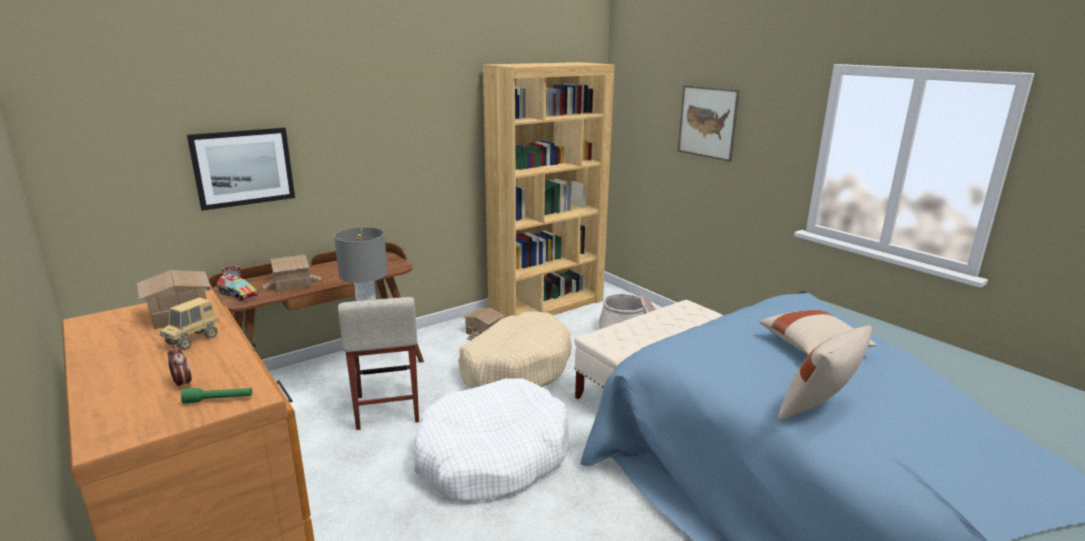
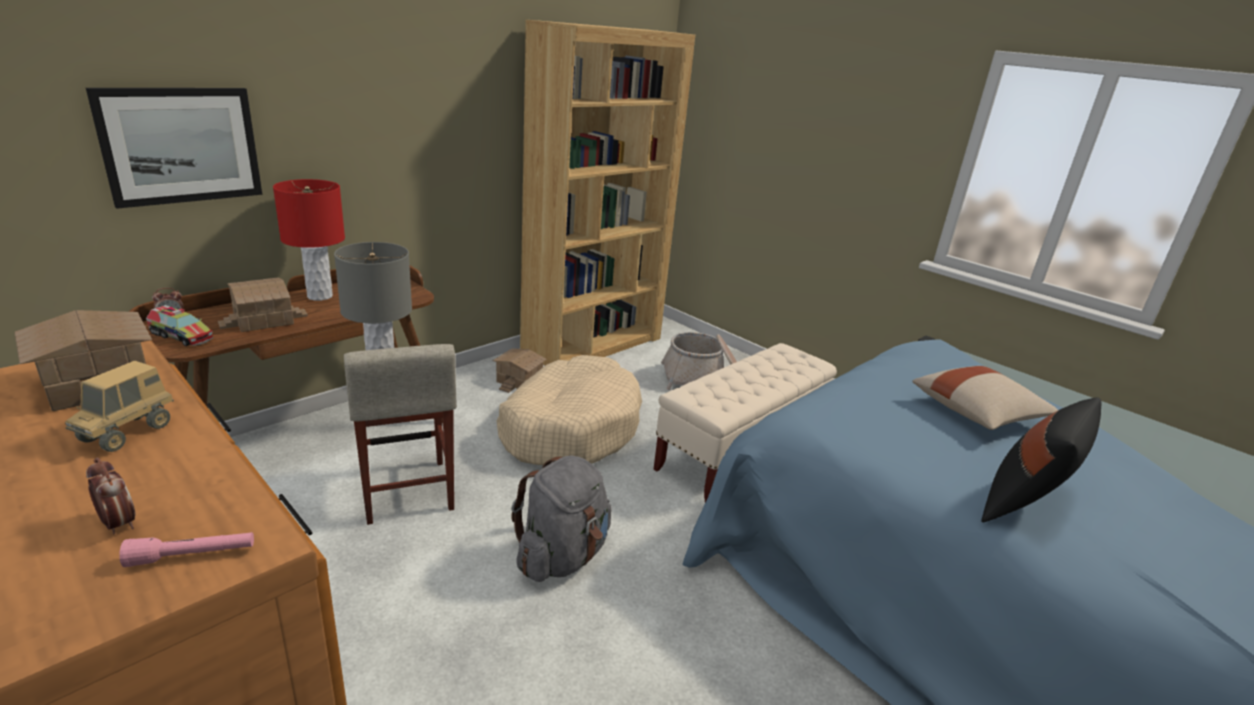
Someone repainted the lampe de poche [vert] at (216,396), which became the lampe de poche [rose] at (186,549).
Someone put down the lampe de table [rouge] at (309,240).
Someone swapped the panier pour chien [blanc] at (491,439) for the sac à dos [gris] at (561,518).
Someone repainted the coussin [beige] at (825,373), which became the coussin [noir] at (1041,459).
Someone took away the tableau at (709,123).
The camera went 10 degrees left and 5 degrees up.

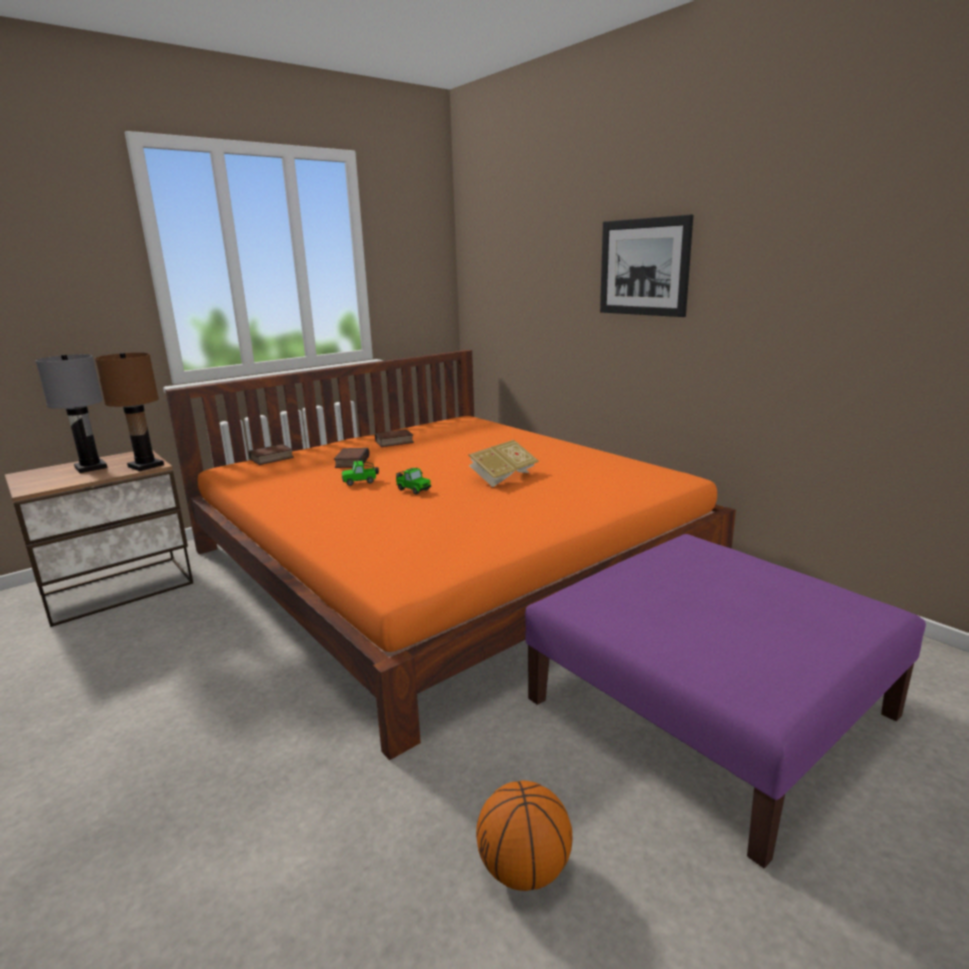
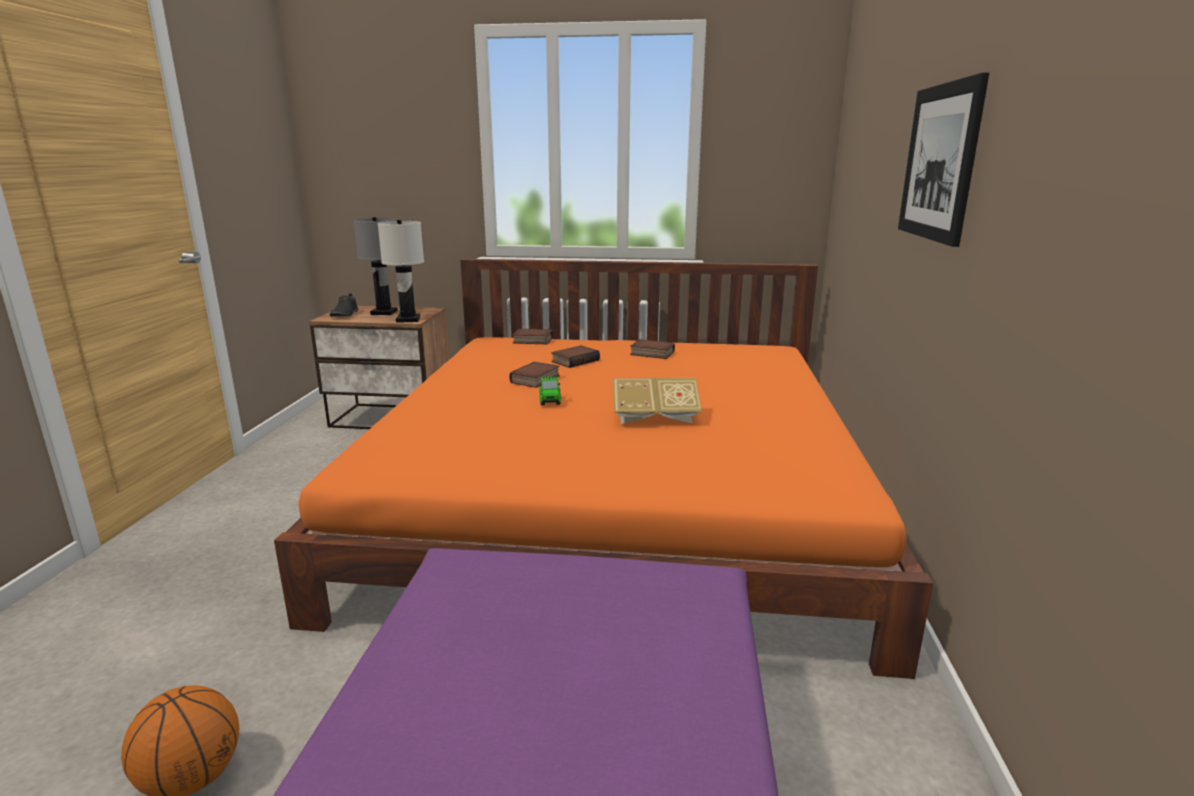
Someone put down the chaussure [noir] at (344,305).
Someone repainted the lampe de table [marron] at (129,412), which became the lampe de table [blanc] at (400,271).
Someone swapped the petite voiture at (360,473) for the livre at (534,375).
The camera went 45 degrees right and 0 degrees up.

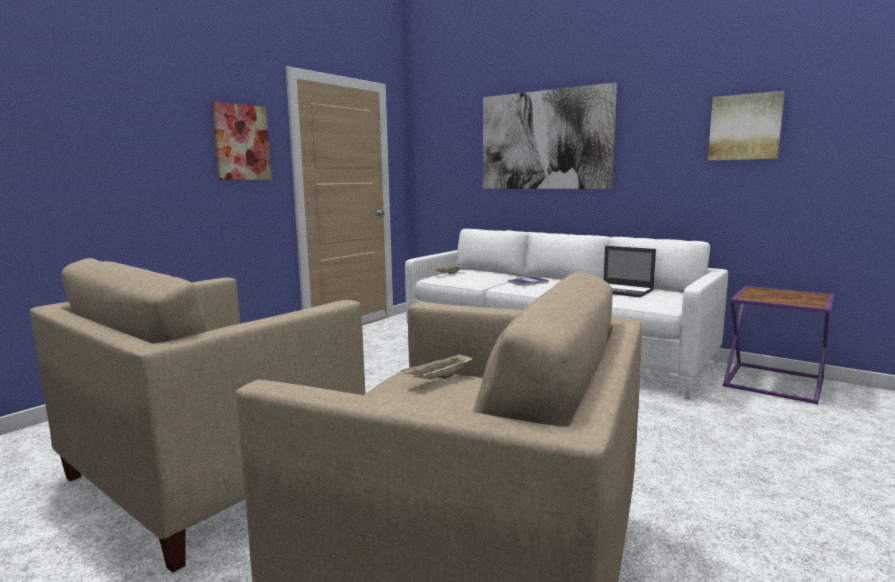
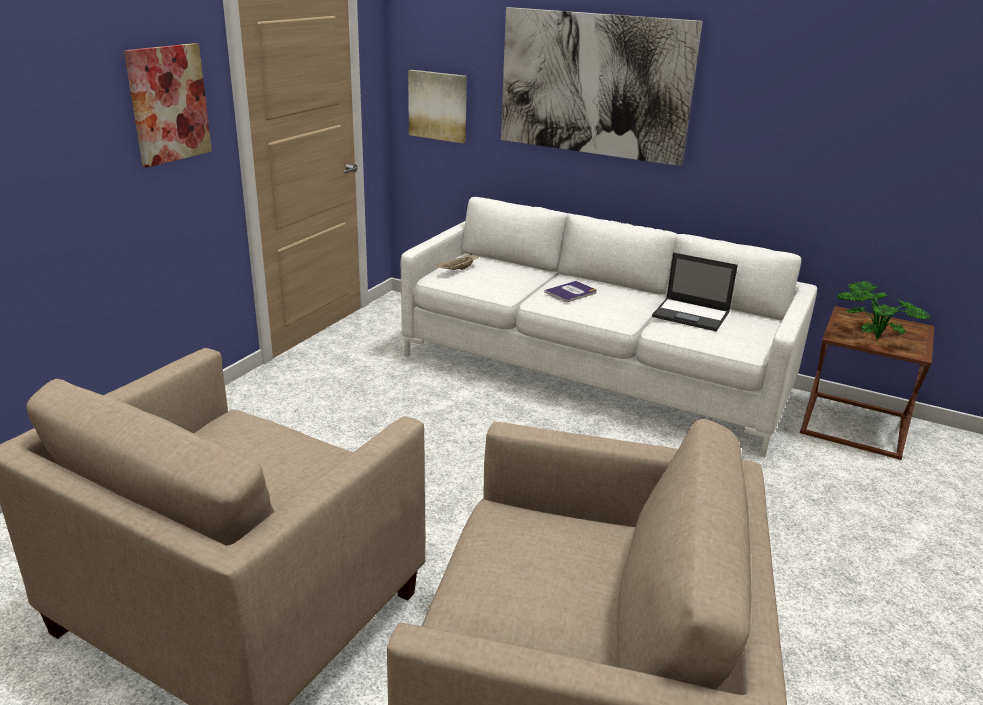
Someone carried the tableau from (746,125) to (437,106).
Someone repainted the table d'appoint [violet] at (779,345), which became the table d'appoint [marron] at (867,383).
Someone put down the plante en pot at (884,310).
Someone took away the plateau [beige] at (437,365).
The camera went 10 degrees left and 15 degrees up.

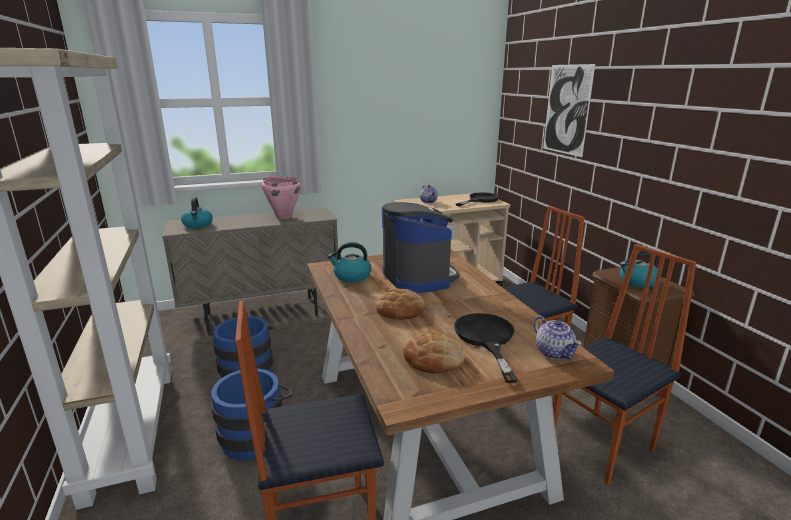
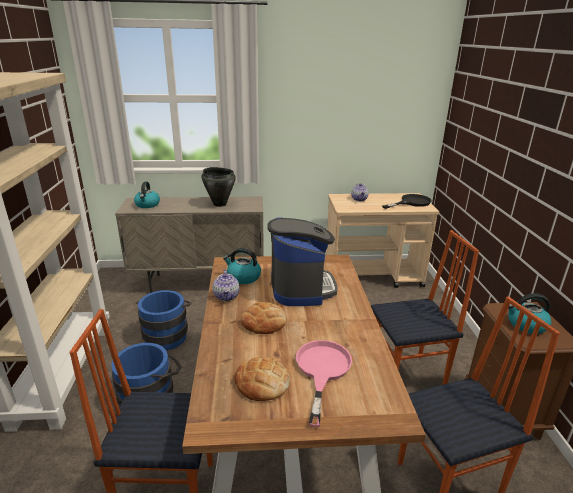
Someone repainted the marmite [rose] at (281,197), which became the marmite [noir] at (219,187).
Someone carried the théière from (557,337) to (226,285).
Someone repainted the poêle [noir] at (486,348), which became the poêle [rose] at (324,383).
Someone took away the tableau at (569,110).
The camera went 15 degrees right and 5 degrees up.

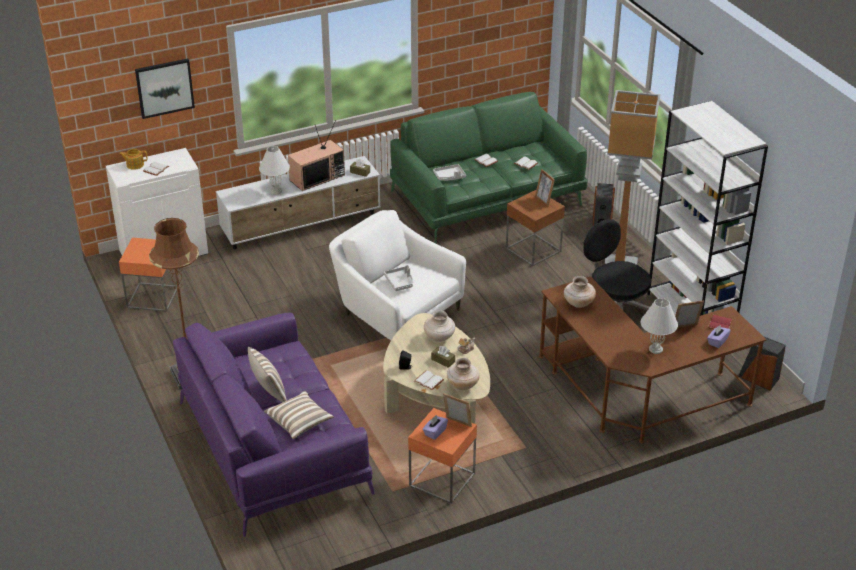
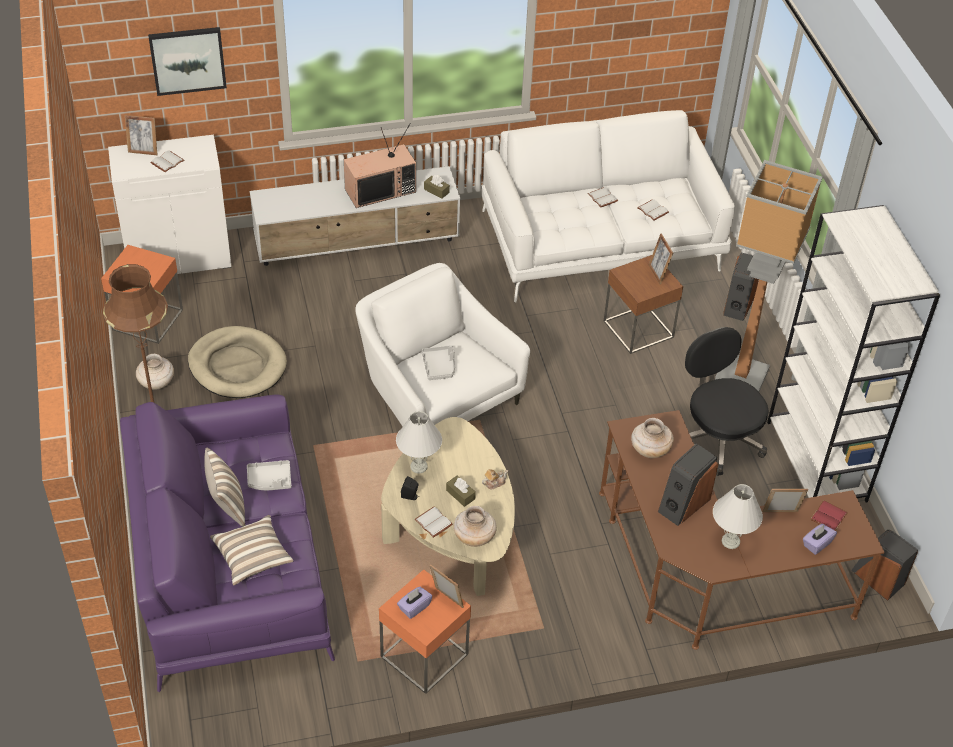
Someone swapped the théière at (133,159) for the cadre photo at (141,135).
Someone carried the vase [beige] from (439,326) to (155,372).
Someone put down the panier pour chien [beige] at (237,362).
Someone carried the plateau [gris] from (449,172) to (269,475).
Someone carried the lampe de table [blanc] from (274,170) to (419,442).
Someone repainted the canapé [vert] at (488,168), which became the canapé [blanc] at (608,206).
Someone put down the enceinte at (688,484).
The camera went 10 degrees right and 10 degrees up.

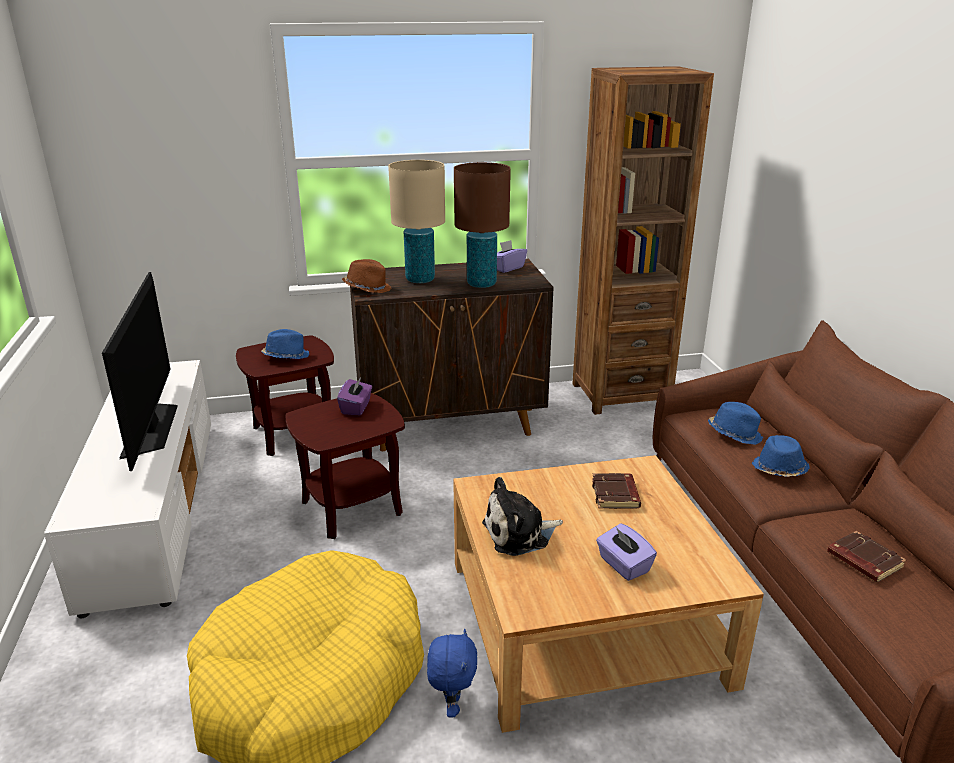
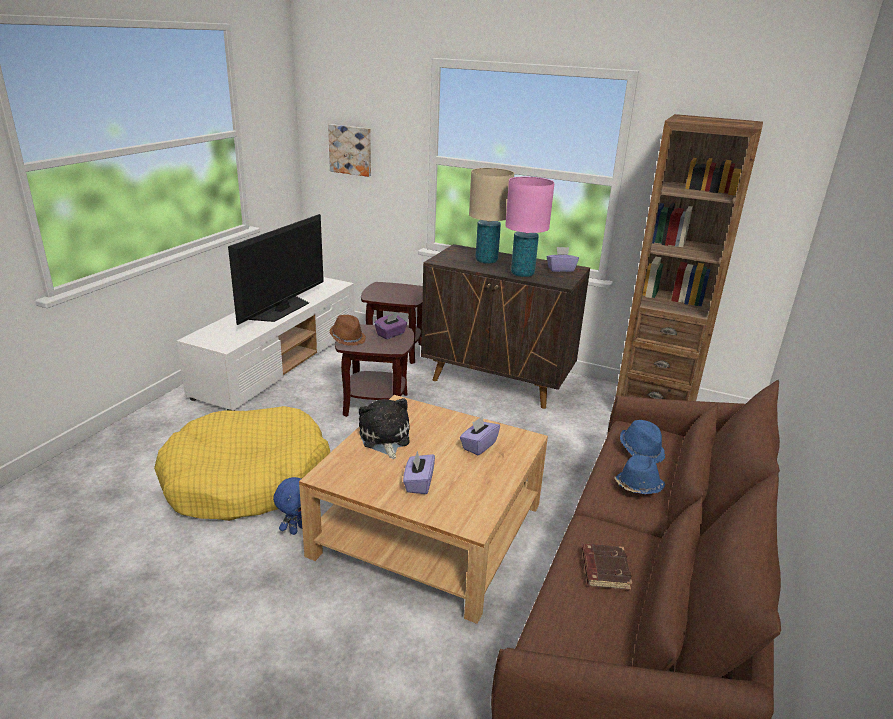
Someone put up the tableau at (349,150).
Someone carried the chapeau [marron] from (367,276) to (348,330).
Someone rotated the peluche at (522,516) by 60 degrees clockwise.
Someone swapped the livre [marron] at (616,491) for the boîte à mouchoirs [violet] at (480,435).
Someone repainted the lampe de table [marron] at (482,225), which became the lampe de table [rose] at (530,227).
Someone took away the chapeau [bleu] at (285,344).
The camera went 35 degrees right and 0 degrees up.

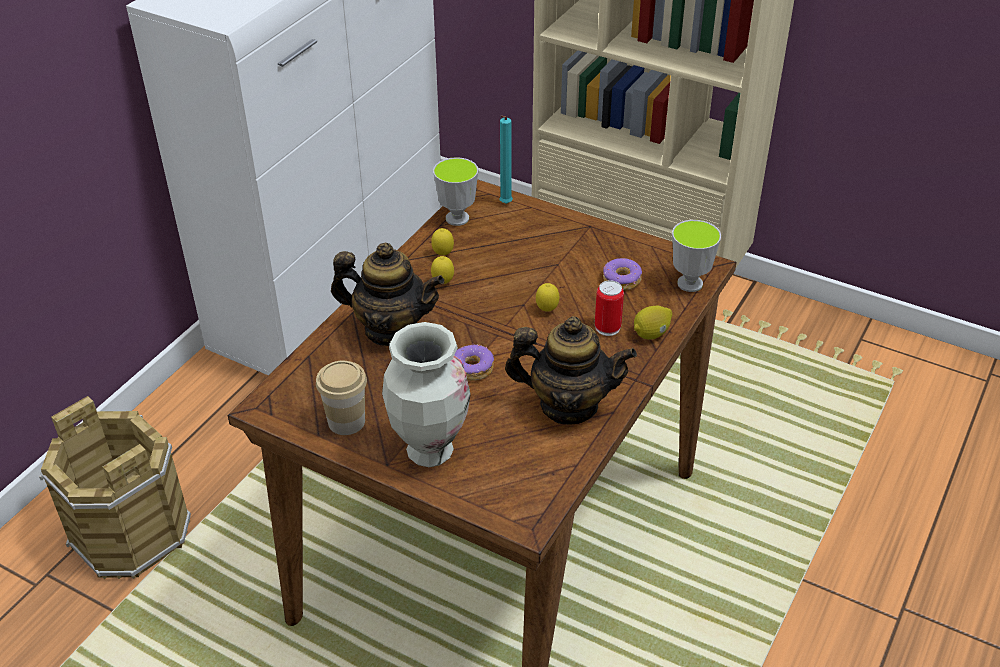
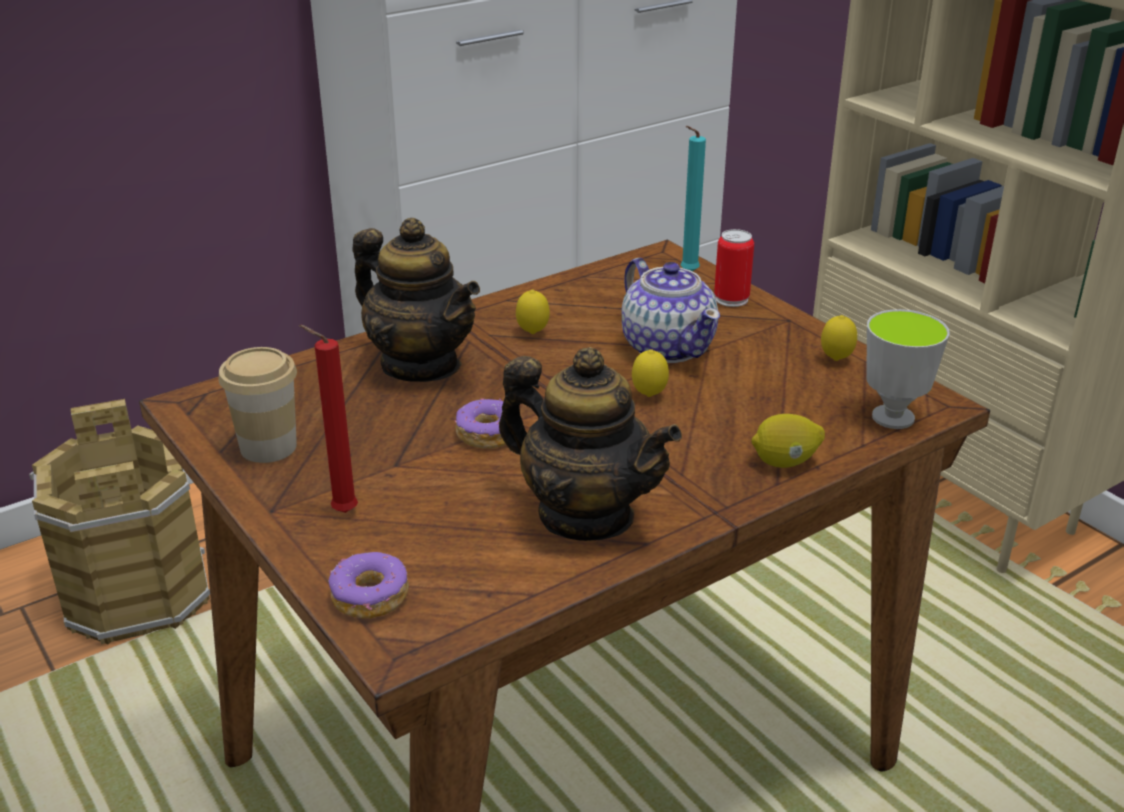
Someone swapped the vase at (426,394) for the bougie [rouge] at (328,419).
Someone carried the beignet from (622,274) to (368,585).
Someone put down the théière at (670,310).
Someone carried the boîte métallique from (609,308) to (734,268).
Someone carried the citron from (442,242) to (839,338).
Someone took away the tasse at (455,191).
The camera went 25 degrees right and 10 degrees down.

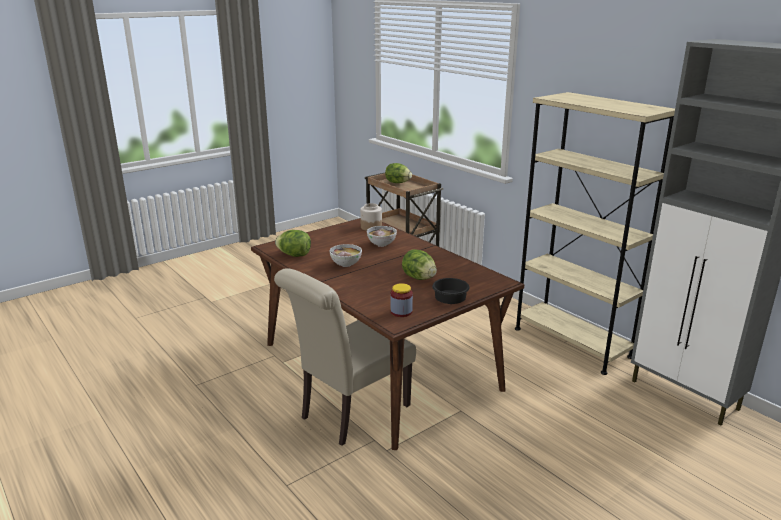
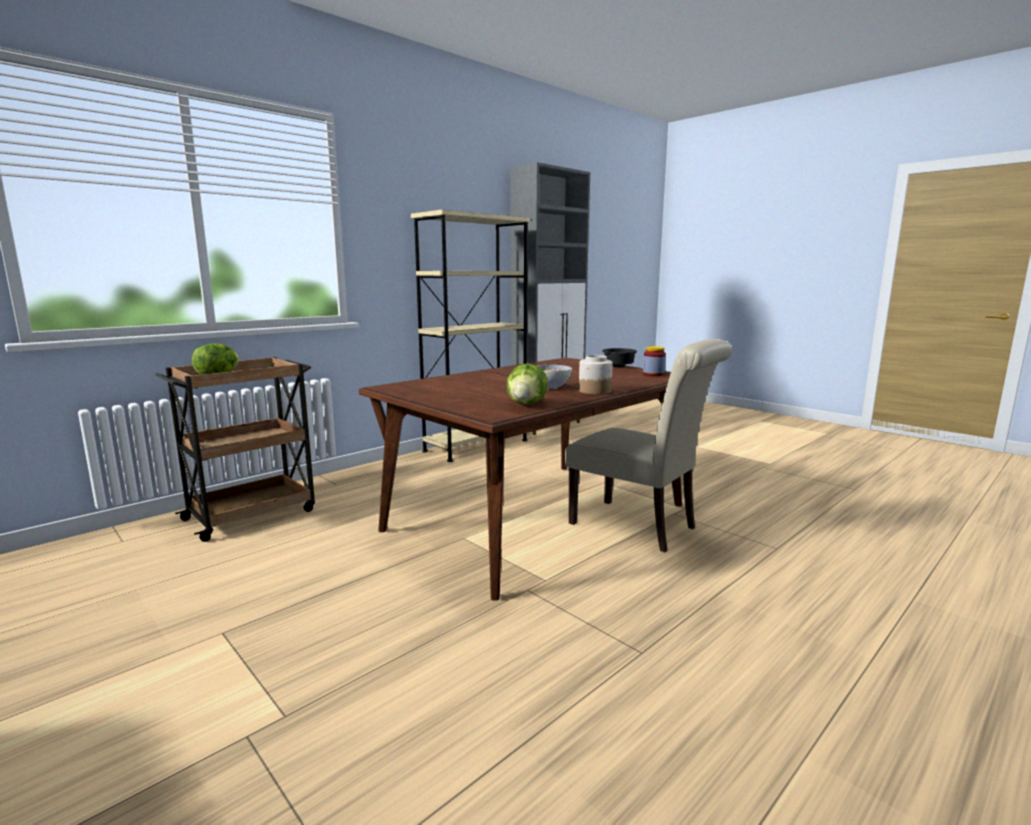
Someone carried the bocal from (371,217) to (596,375).
Someone took away the bol at (382,236).
Someone took away the laitue at (419,264).
The camera went 95 degrees left and 10 degrees down.

